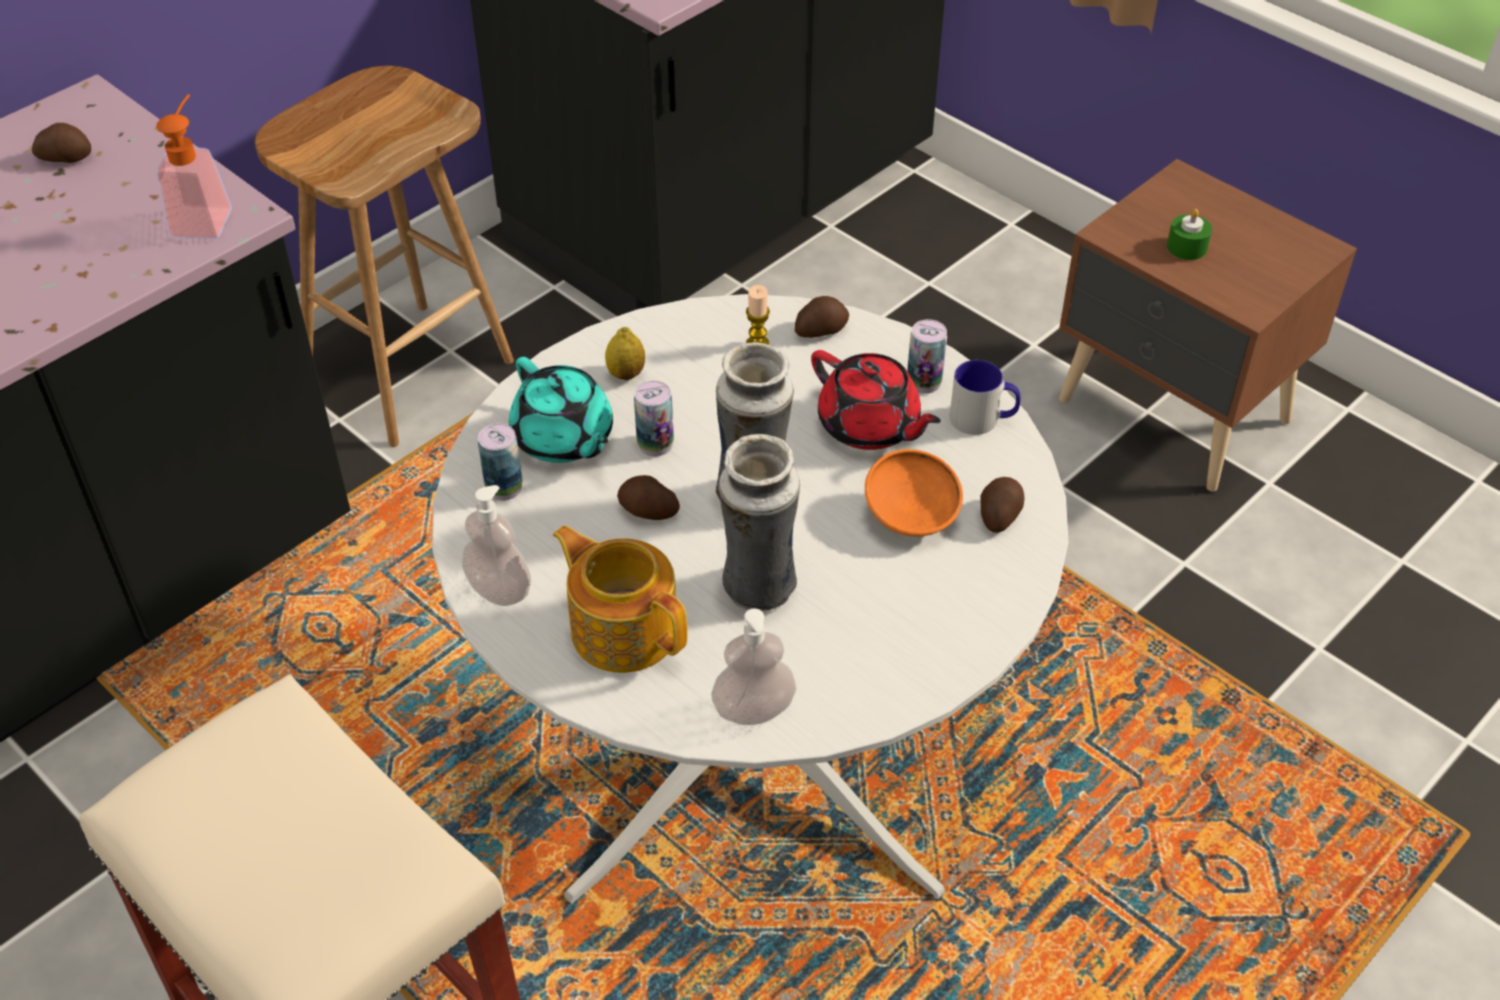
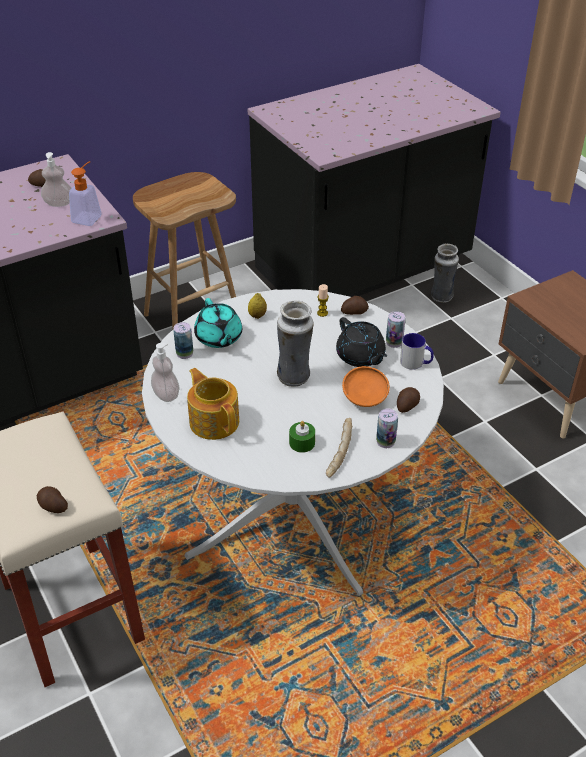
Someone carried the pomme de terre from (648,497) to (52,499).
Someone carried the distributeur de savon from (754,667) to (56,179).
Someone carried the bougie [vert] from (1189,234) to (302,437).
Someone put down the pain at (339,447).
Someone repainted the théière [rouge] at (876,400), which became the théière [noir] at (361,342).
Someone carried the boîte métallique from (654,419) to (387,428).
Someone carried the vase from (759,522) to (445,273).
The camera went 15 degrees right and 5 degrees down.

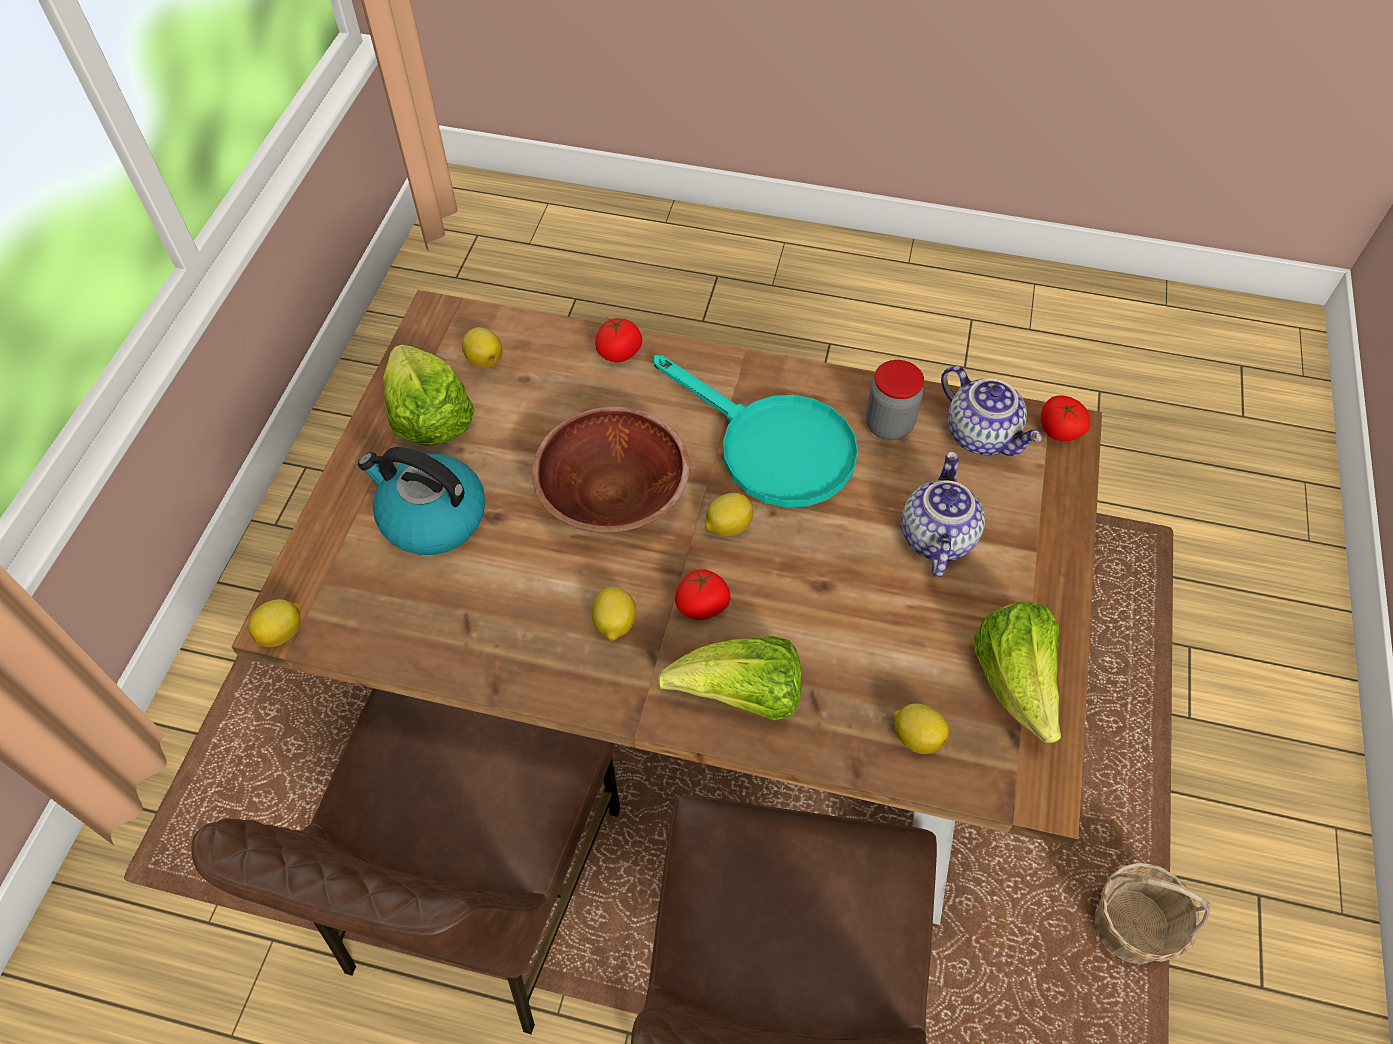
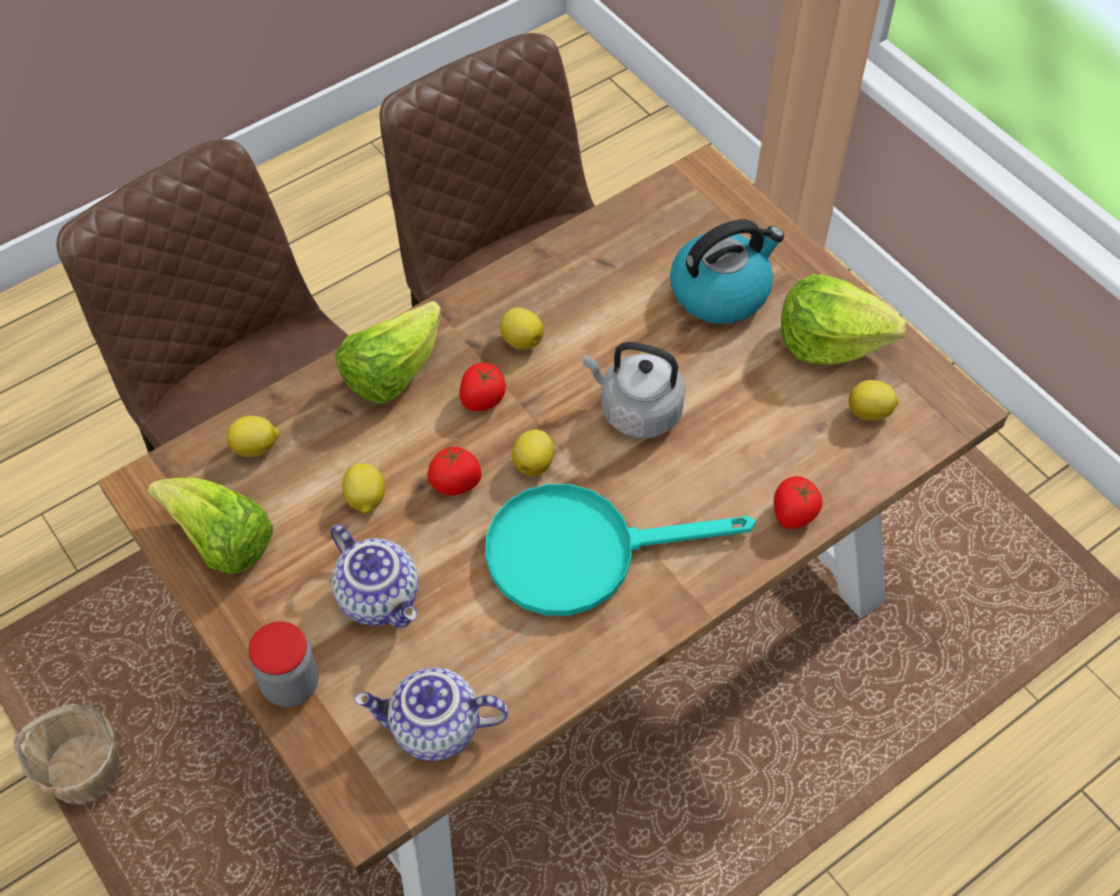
Someone carried the bocal from (894,400) to (284,664).
Someone carried the citron from (275,623) to (363,488).
Someone carried the tomate from (1065,418) to (454,470).
Someone swapped the bol [marron] at (611,469) for the bouilloire [gris] at (634,390).
The camera went 130 degrees right and 0 degrees up.

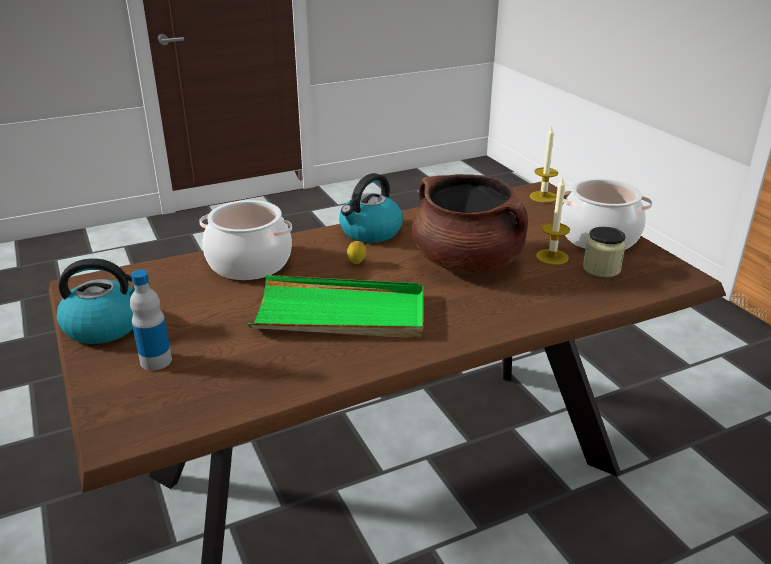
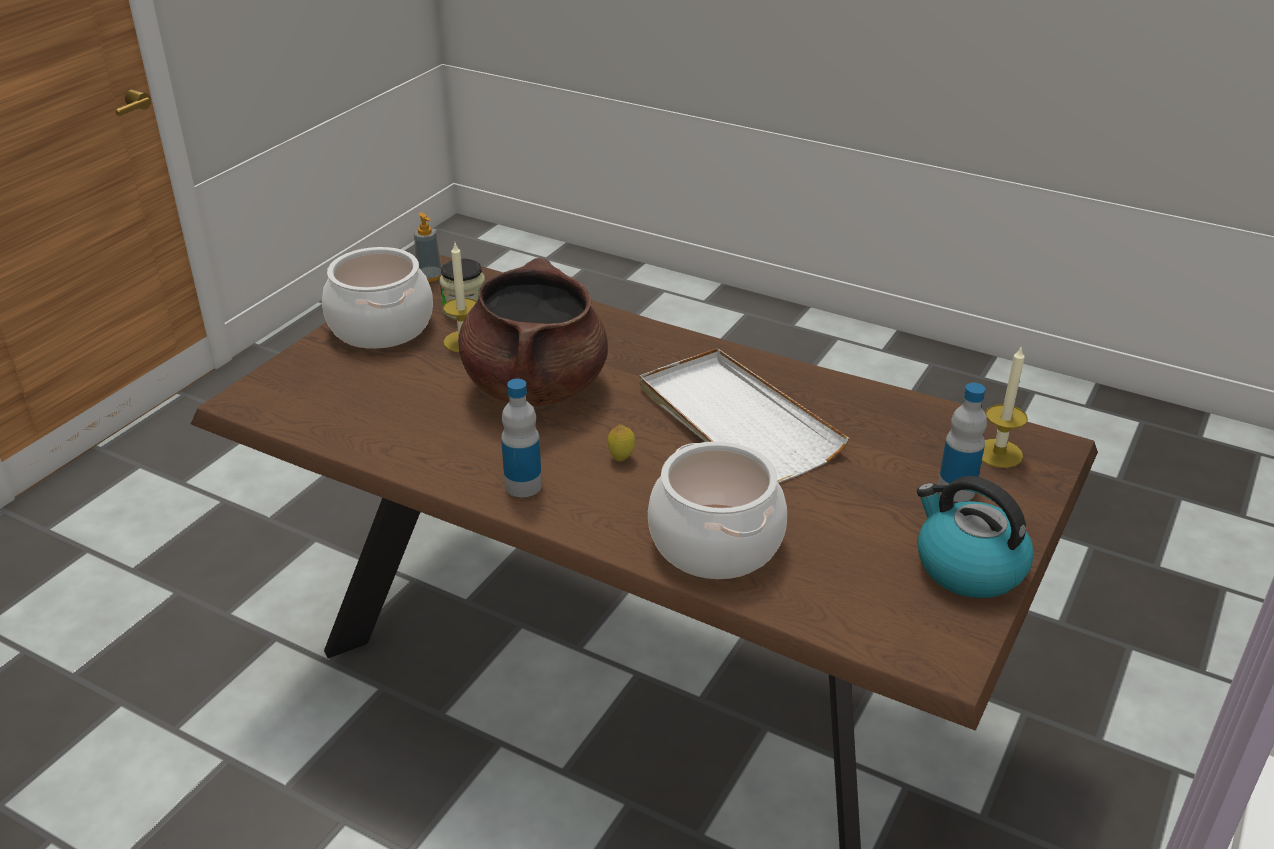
Someone put down the distributeur de savon at (428,247).
Someone swapped the bouilloire at (371,208) for the bouteille at (521,438).
Someone repainted the plateau [vert] at (336,306), which became the plateau [blanc] at (744,415).
Someone carried the bougie from (544,165) to (1005,406).
The camera went 125 degrees left and 5 degrees up.

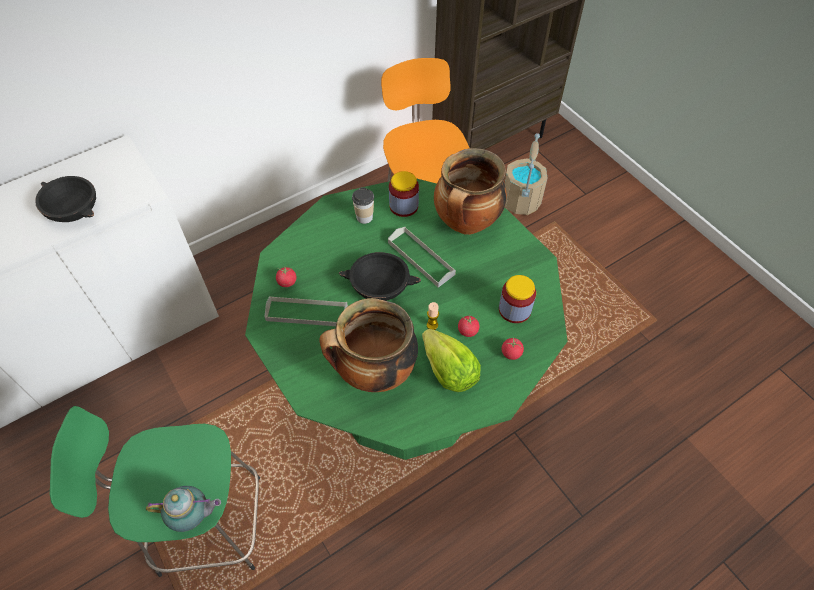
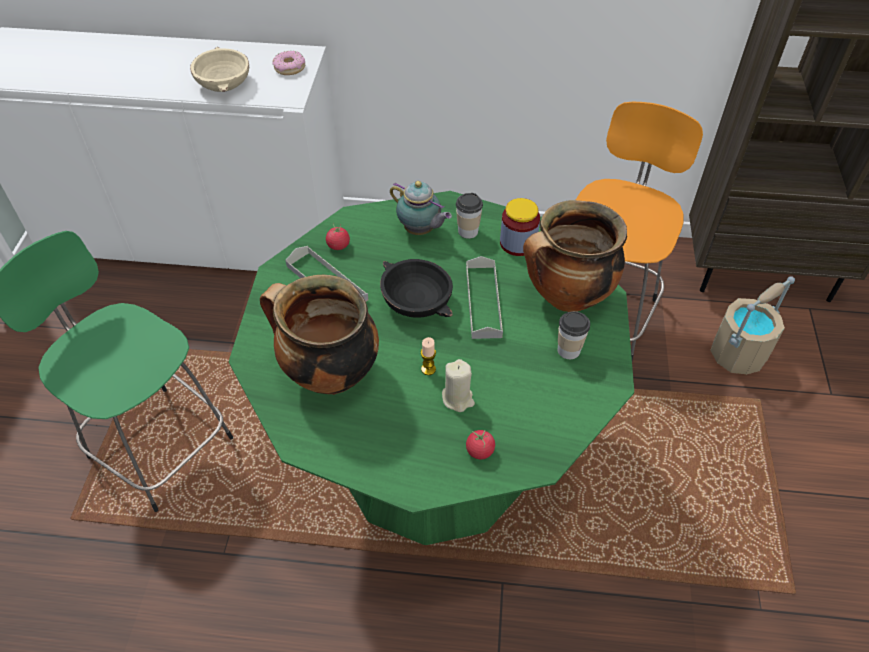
Someone repainted the bol [noir] at (65,199), which became the bol [beige] at (219,69).
Someone put down the beignet at (288,63).
Someone carried the théière from (183,509) to (421,208).
Someone swapped the tomate at (468,326) for the bougie [beige] at (458,385).
Someone put down the tasse at (574,335).
Someone took away the laitue at (451,360).
Someone took away the bocal at (517,299).
The camera went 40 degrees right and 5 degrees down.

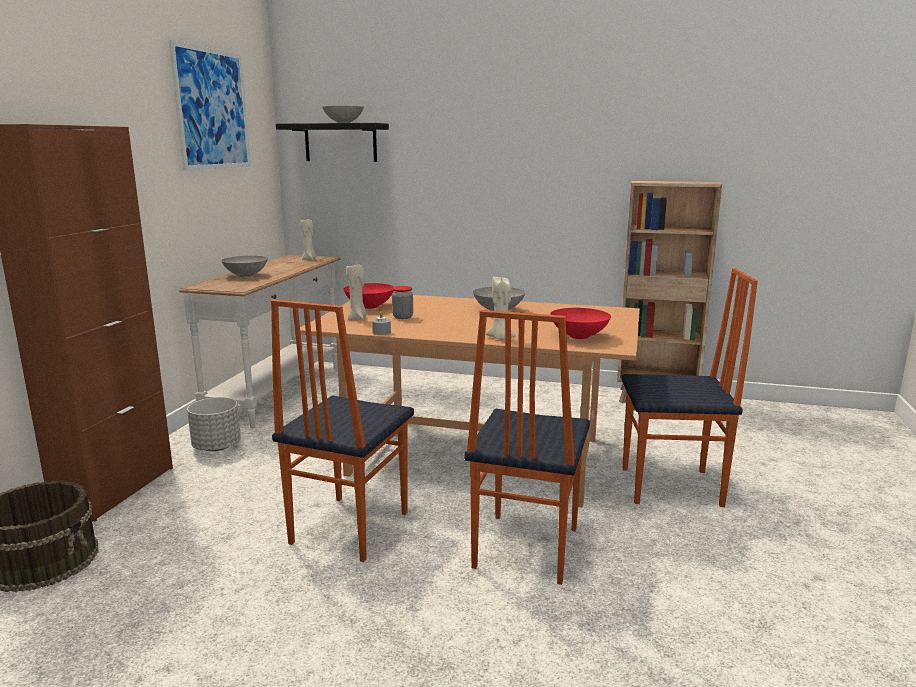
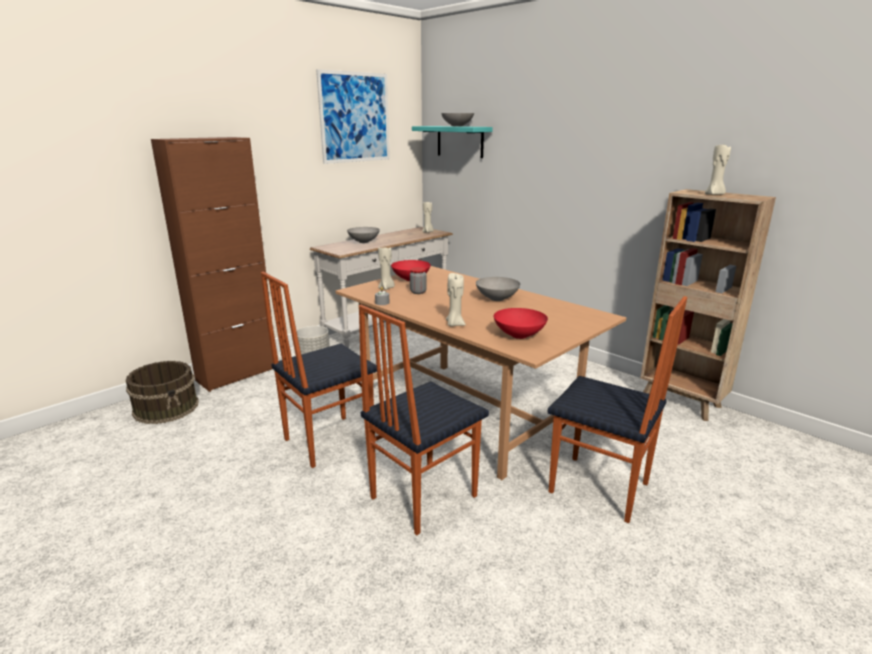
Someone repainted the étagère [noir] at (332,142), which became the étagère [turquoise] at (452,142).
Someone put down the bougie [beige] at (718,169).
The camera went 30 degrees right and 5 degrees up.

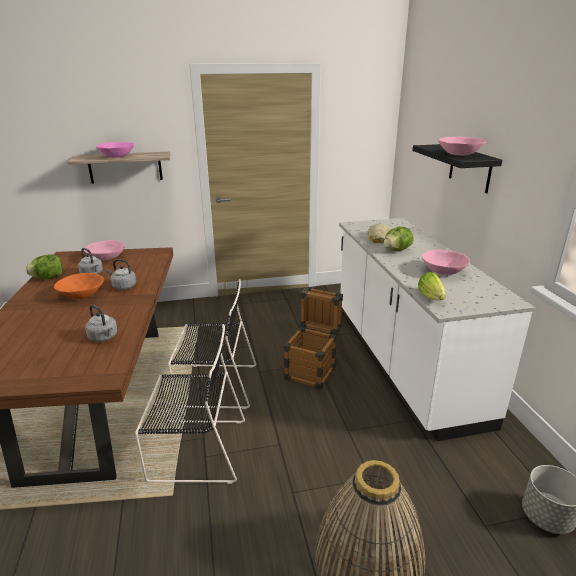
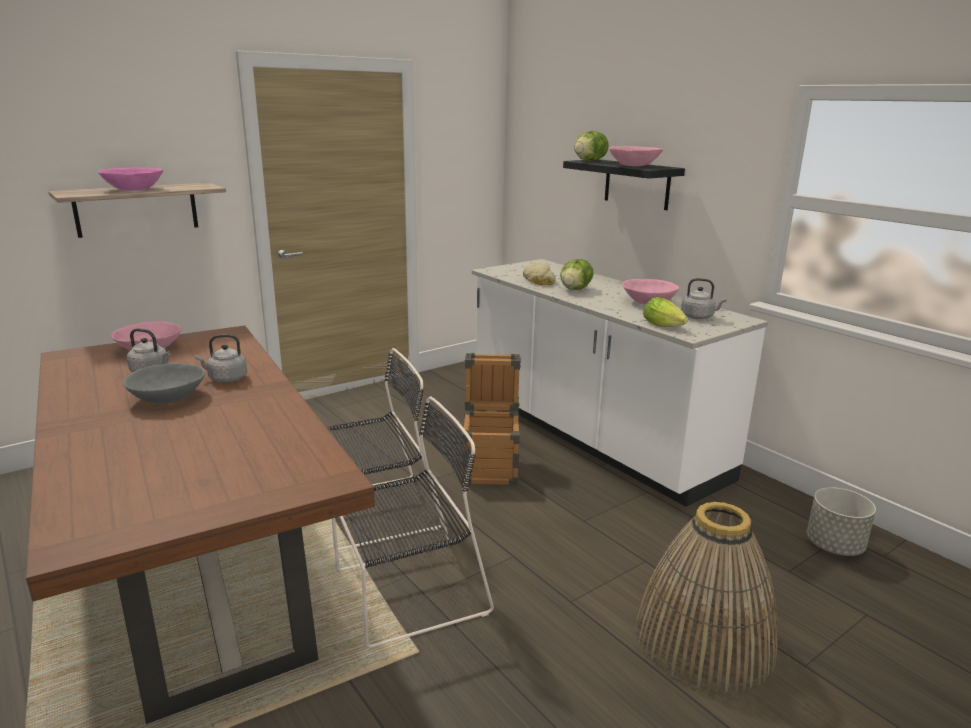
Someone repainted the bol [orange] at (79,286), which became the bol [gris] at (164,383).
Someone carried the laitue from (44,266) to (591,146).
Someone carried the bouilloire [gris] from (101,323) to (704,298).
The camera went 25 degrees left and 5 degrees down.

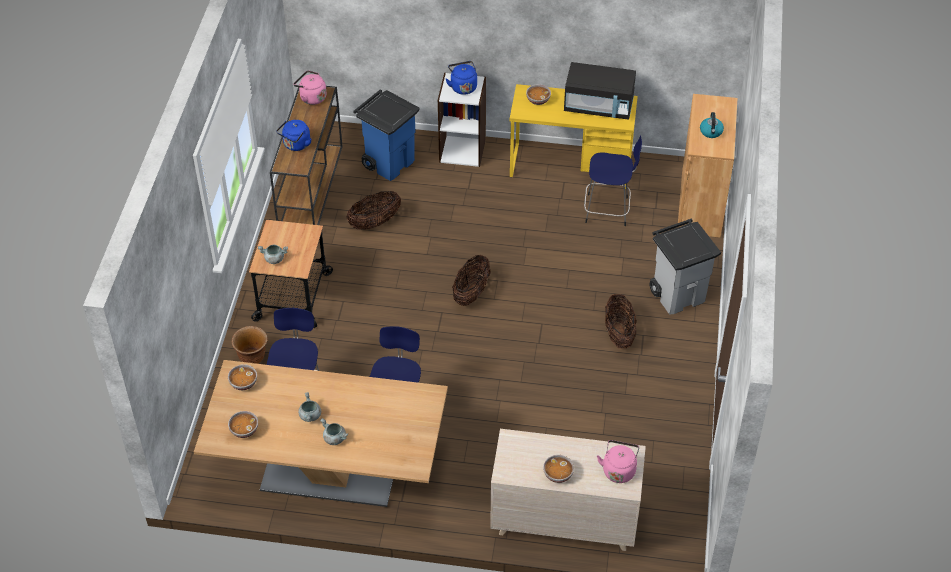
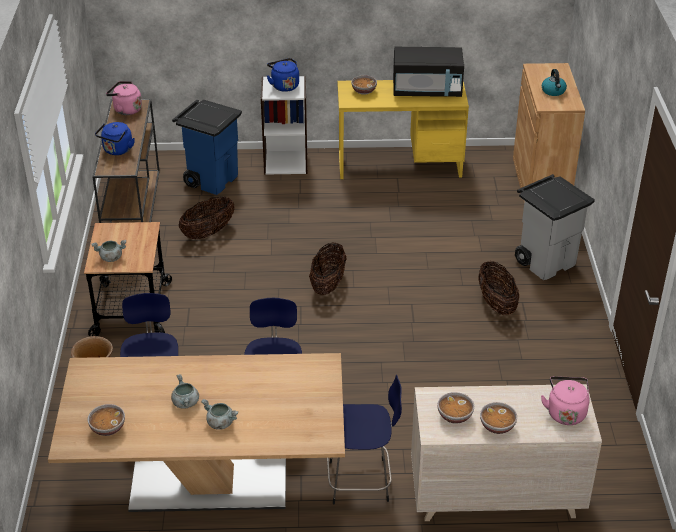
Someone carried the tabouret [bleu] from (613,180) to (364,440).
Someone carried the bol from (242,377) to (456,408).
The camera went 10 degrees left and 10 degrees down.

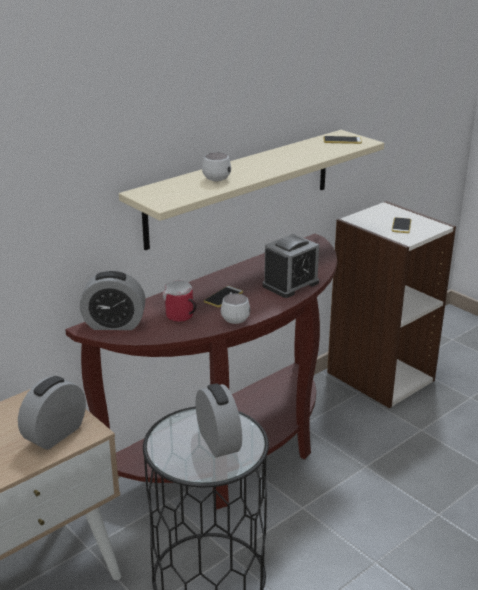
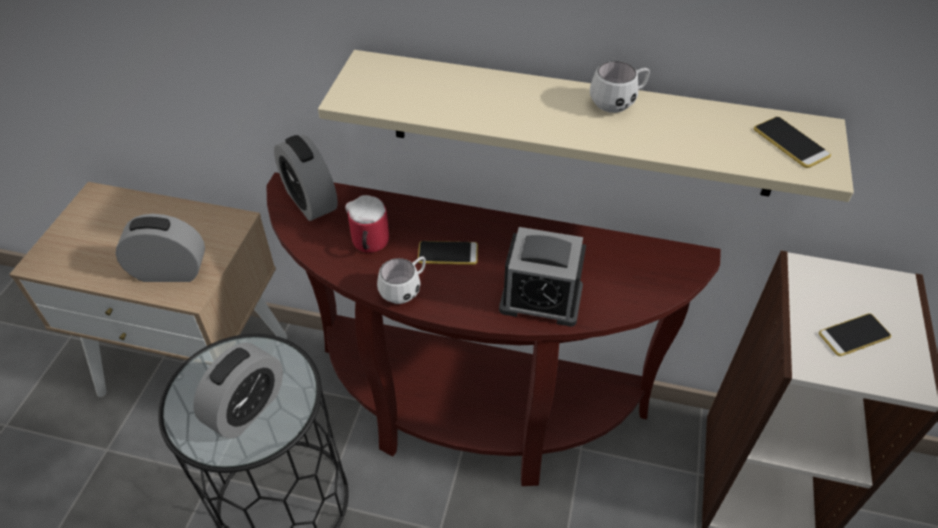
Someone carried the mug [blanc] from (216,166) to (620,87).
The camera went 55 degrees right and 20 degrees up.

